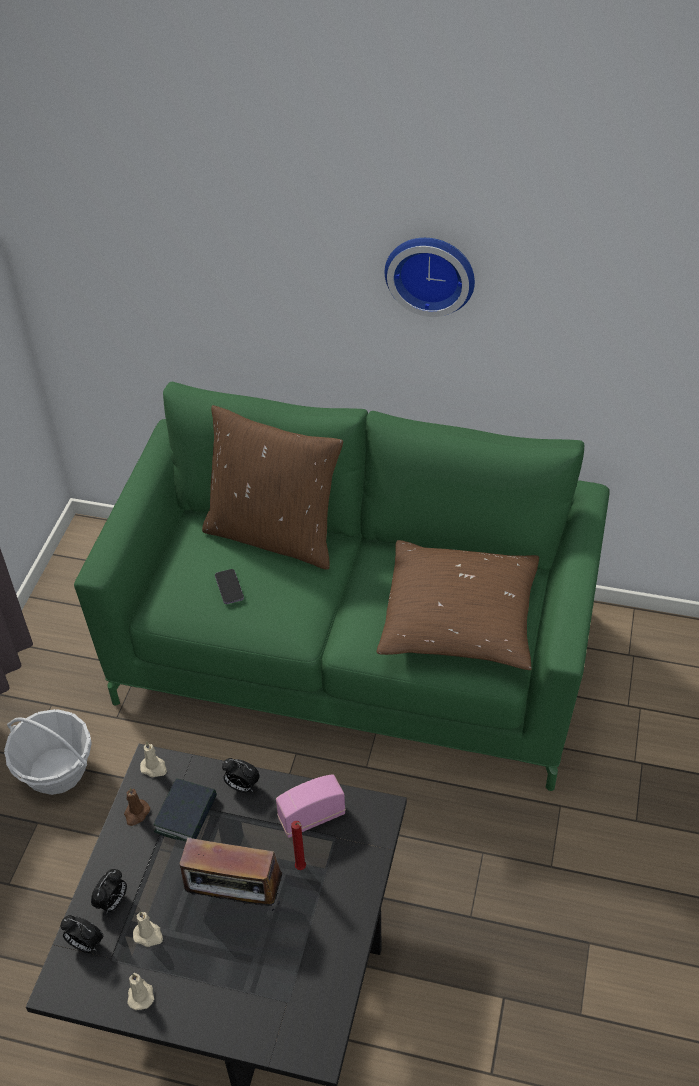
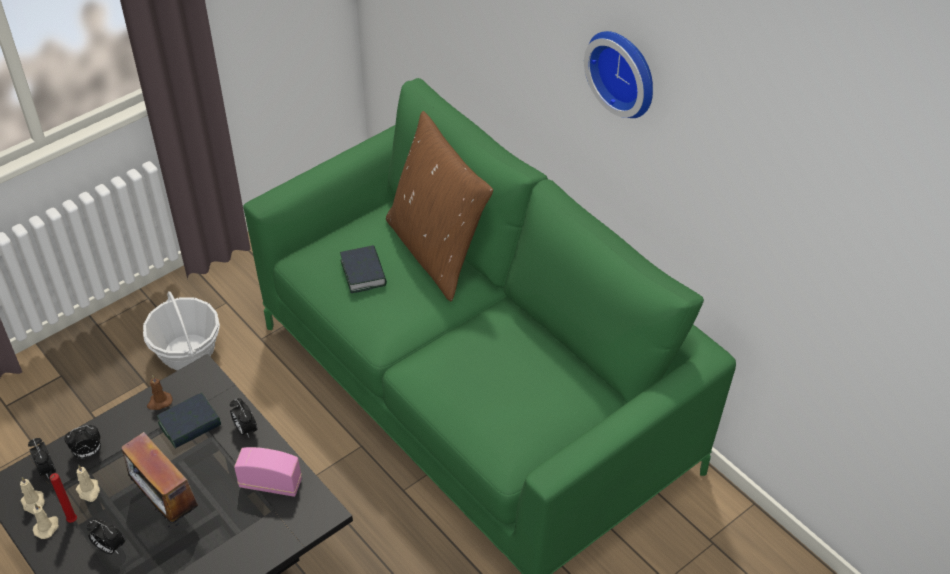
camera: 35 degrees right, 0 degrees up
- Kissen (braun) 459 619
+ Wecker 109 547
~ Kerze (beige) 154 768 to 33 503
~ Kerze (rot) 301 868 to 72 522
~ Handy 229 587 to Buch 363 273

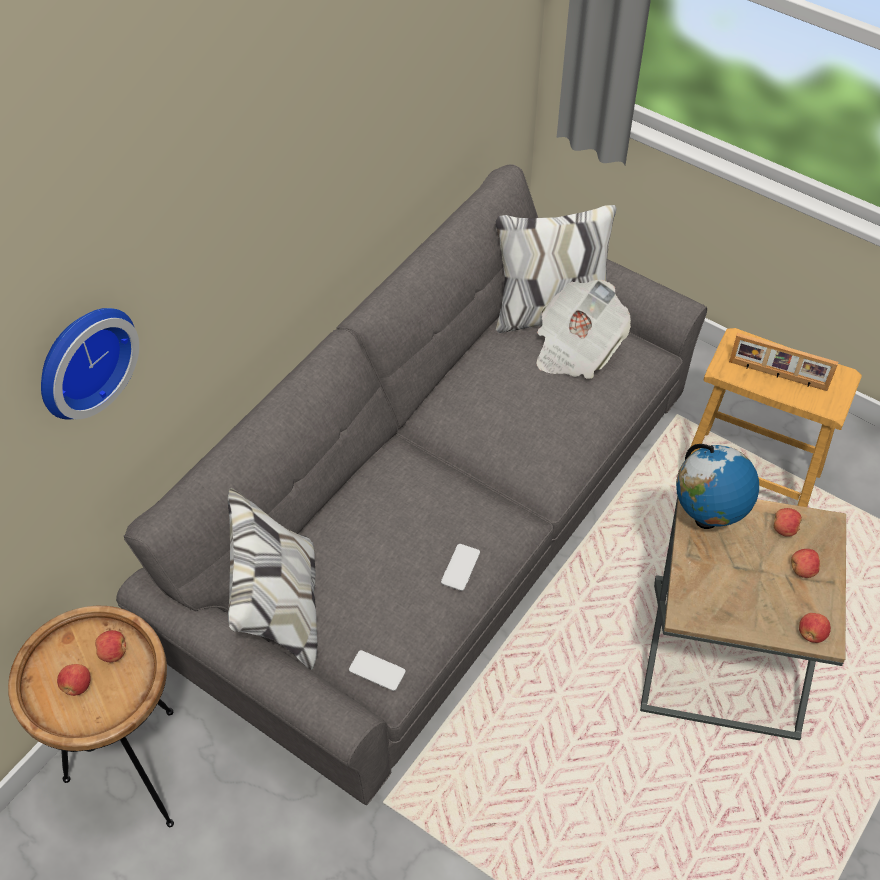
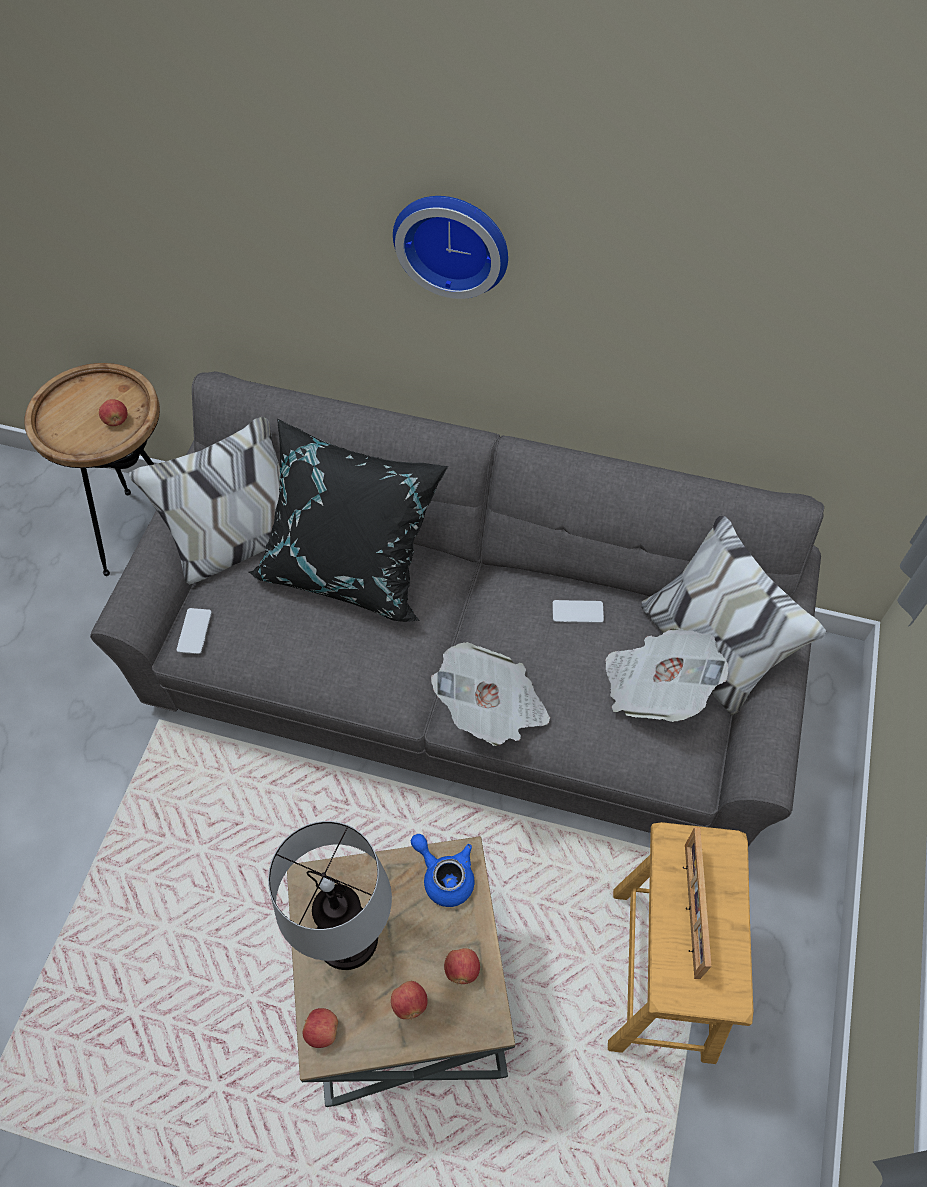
camera: 70 degrees right, 5 degrees up
- Apfel 77 686
+ Kissen (schwarz) 351 565
+ Tischlampe 348 936
+ Zeitung 492 708
~ Wanduhr 81 359 to 453 241
~ Handy 460 567 to 577 612
~ Globus 706 519 to Teekanne (blau) 444 875

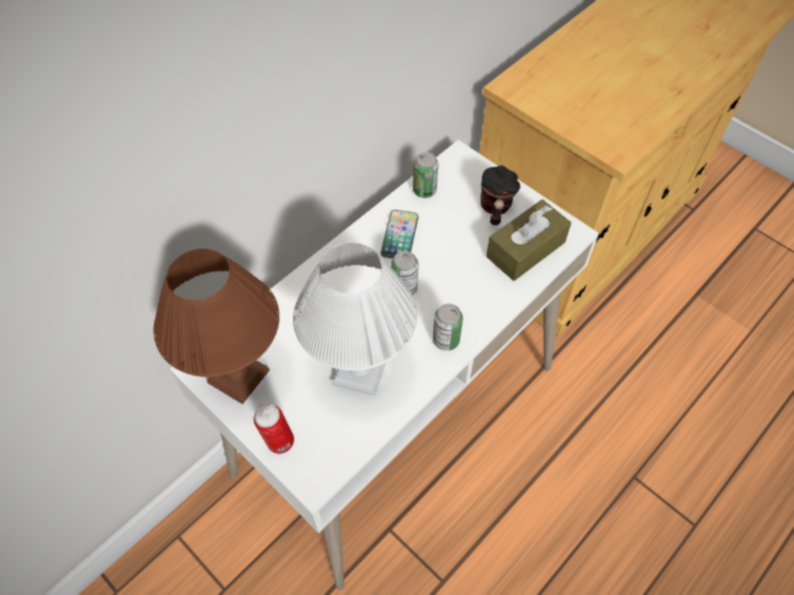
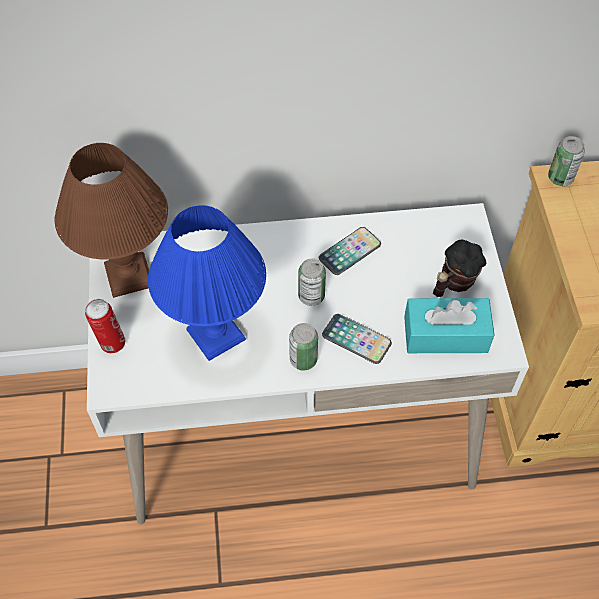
camera: 40 degrees right, 0 degrees up
+ Handy 356 339
~ Dose 424 190 to 560 178
~ Tischlampe (weiß) 361 370 to Tischlampe (blau) 217 335
~ Taschentuchbox (braun) 525 249 to Taschentuchbox (türkis) 445 335

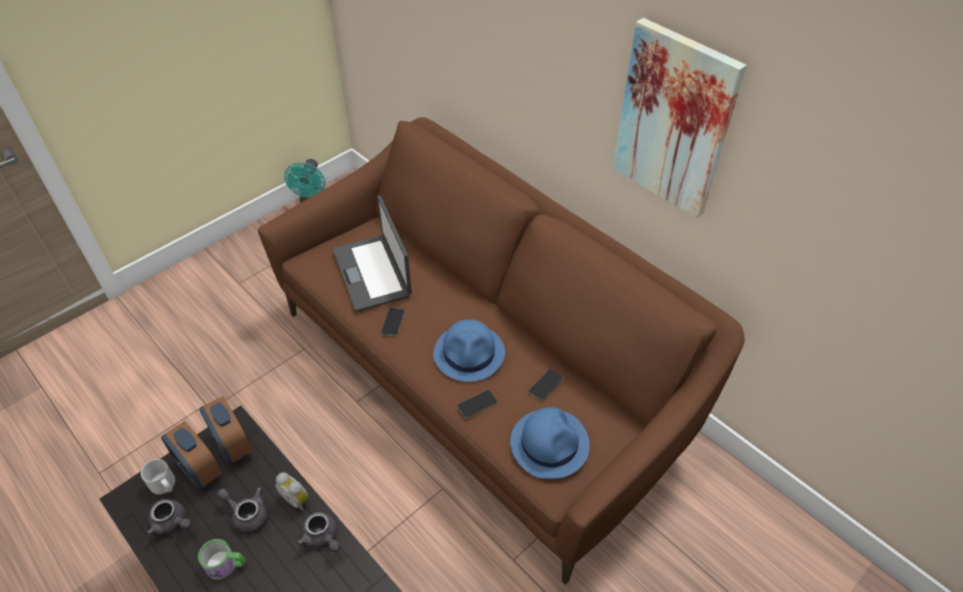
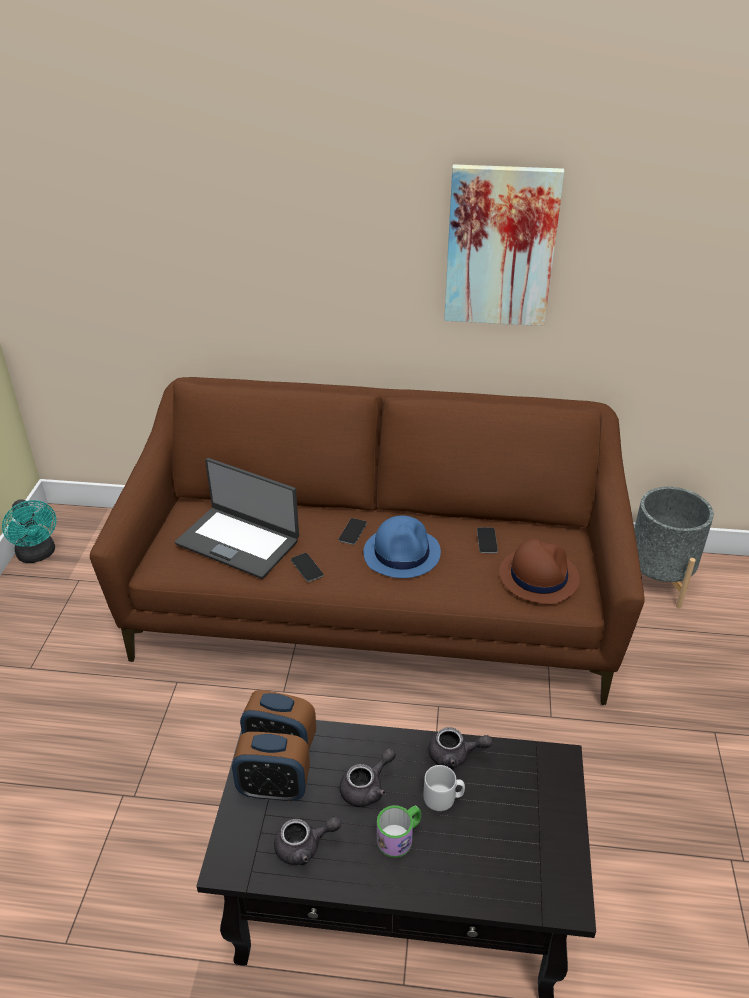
camera: 40 degrees left, 10 degrees down
- Wecker 297 499
+ Pflanzkübel (grau) 657 579
~ Henkelbecher (grau) 164 485 to 443 798
~ Handy 477 404 to 352 531
~ Hut (blau) 549 443 to Hut (braun) 538 576
~ Teekanne (grau) 247 515 = 367 787 150 degrees clockwise

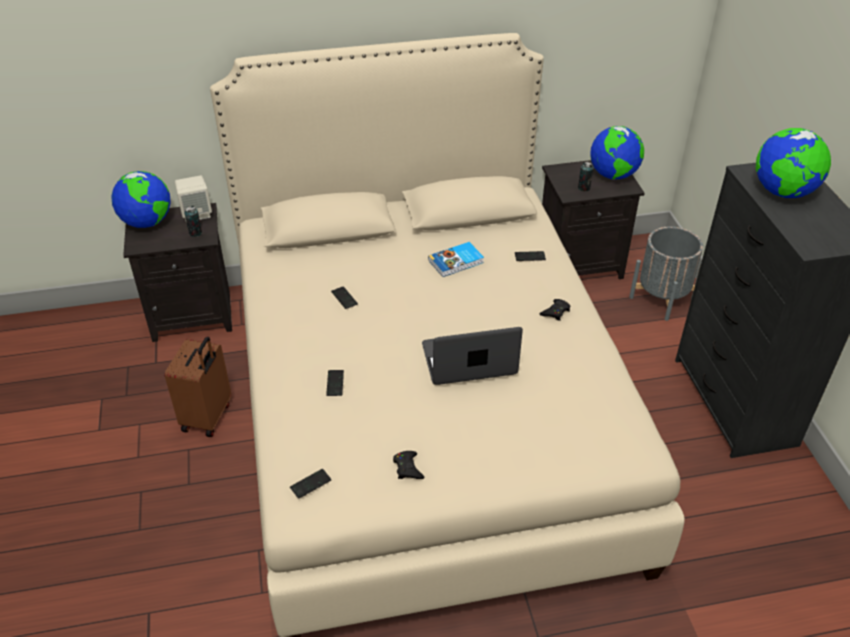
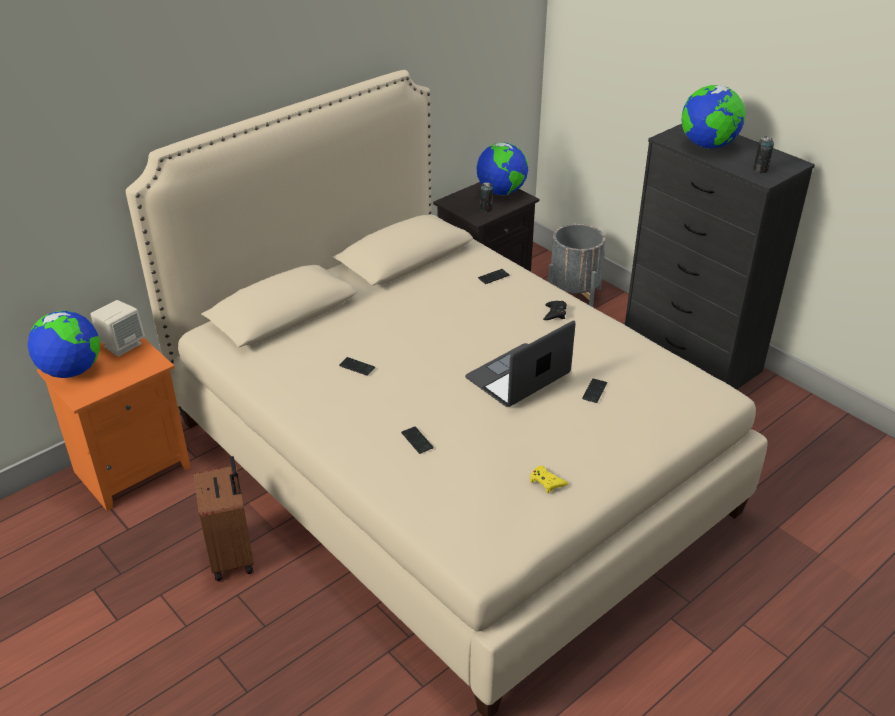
camera: 30 degrees left, 5 degrees down
- Buch 456 262
~ Dose 195 233 to 760 170
~ Handy 310 484 to 594 391
~ Nachttisch (schwarz) 193 315 to Nachttisch (orange) 133 467
~ Gamepad (schwarz) 408 468 to Gamepad (gelb) 547 482

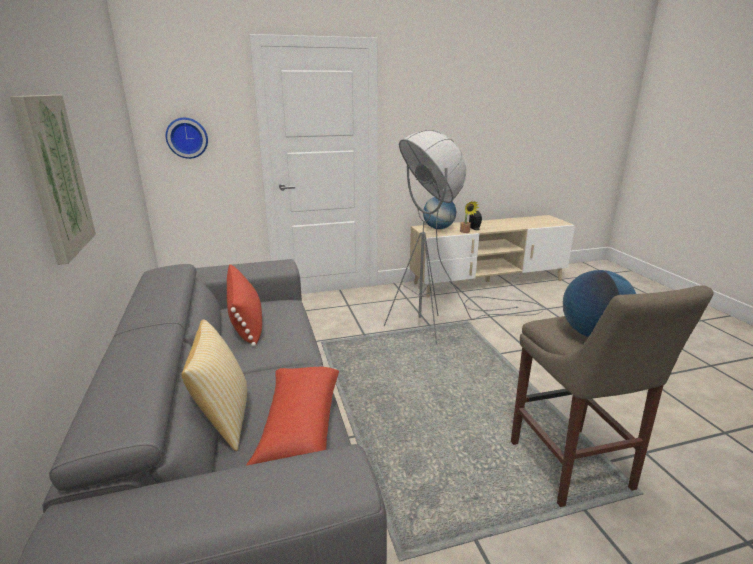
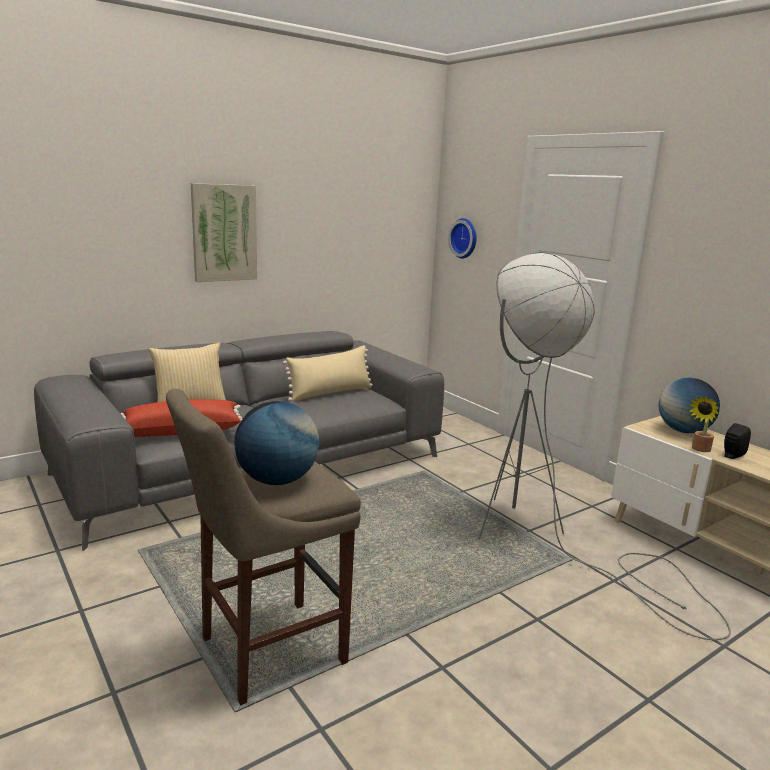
camera: 70 degrees right, 5 degrees down
~ Kissen (rot) 246 322 to Kissen (beige) 330 393

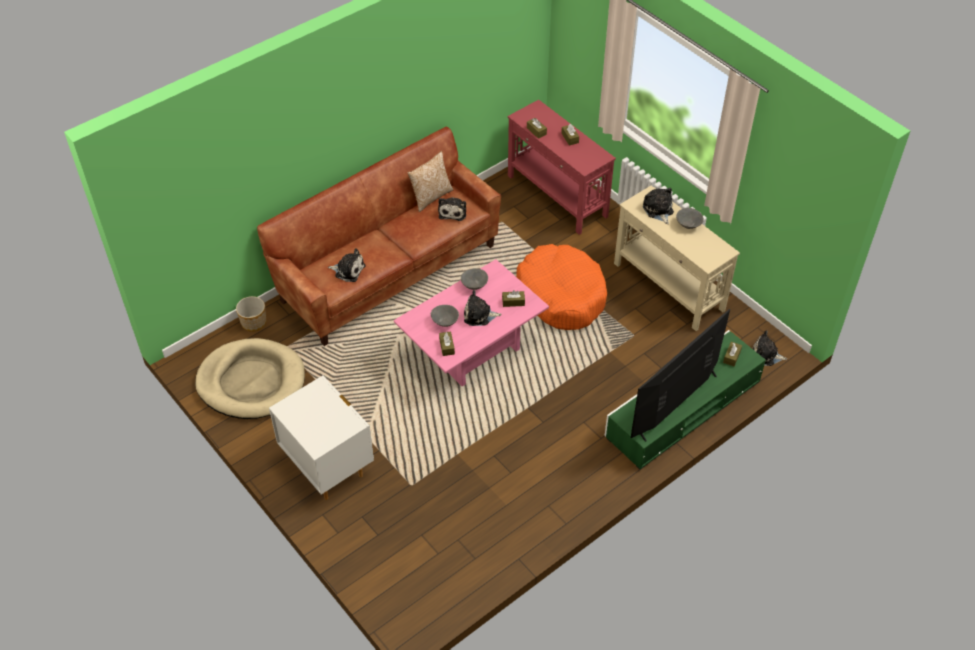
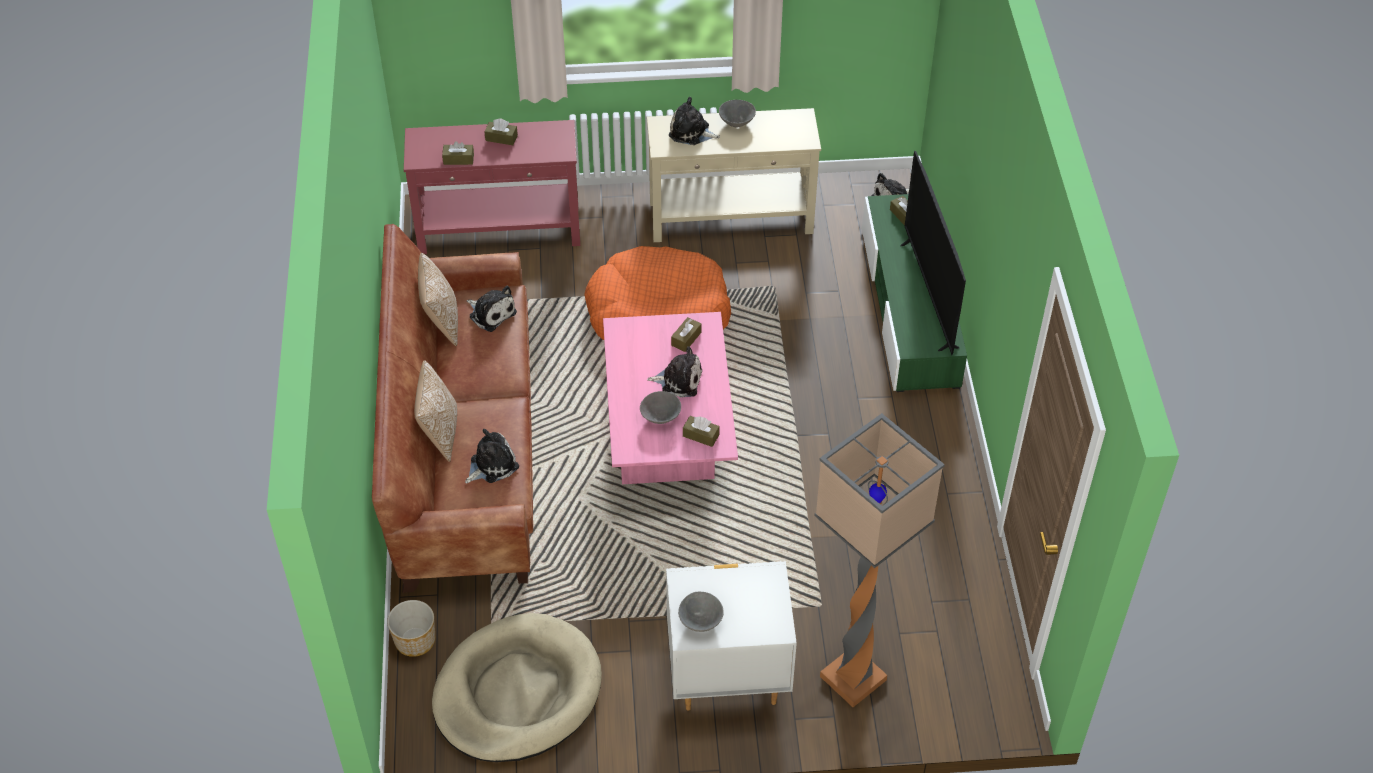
camera: 55 degrees left, 0 degrees up
+ Kissen 439 433
+ Stehlampe 851 678
~ Schüssel (grau) 474 285 to 700 621
~ Plüschtier 479 315 = 679 380 120 degrees counterclockwise

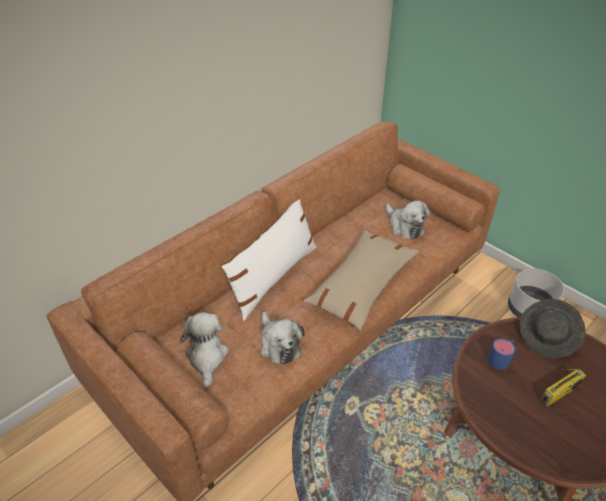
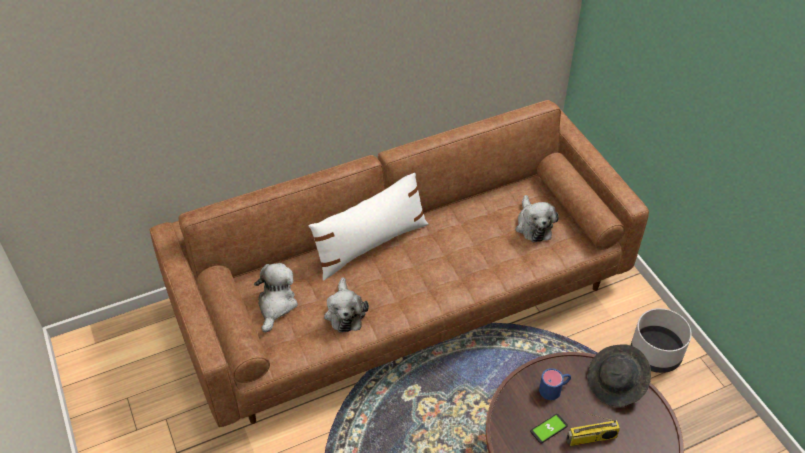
camera: 20 degrees right, 5 degrees up
- Kissen (beige) 362 285
+ Handy 549 429

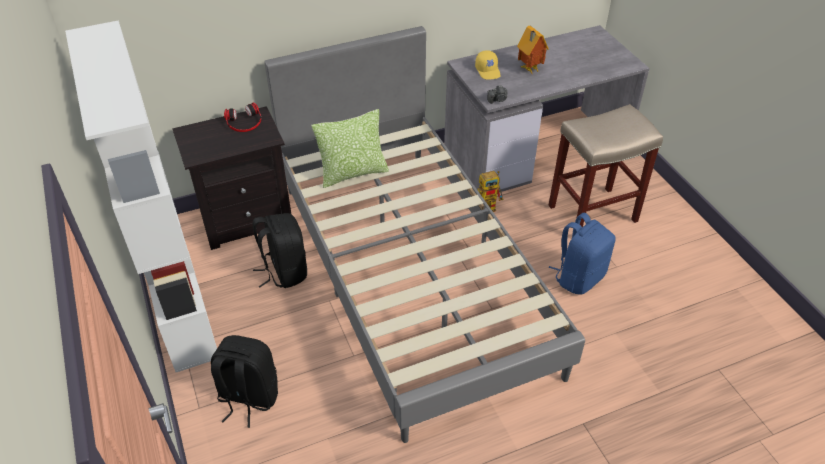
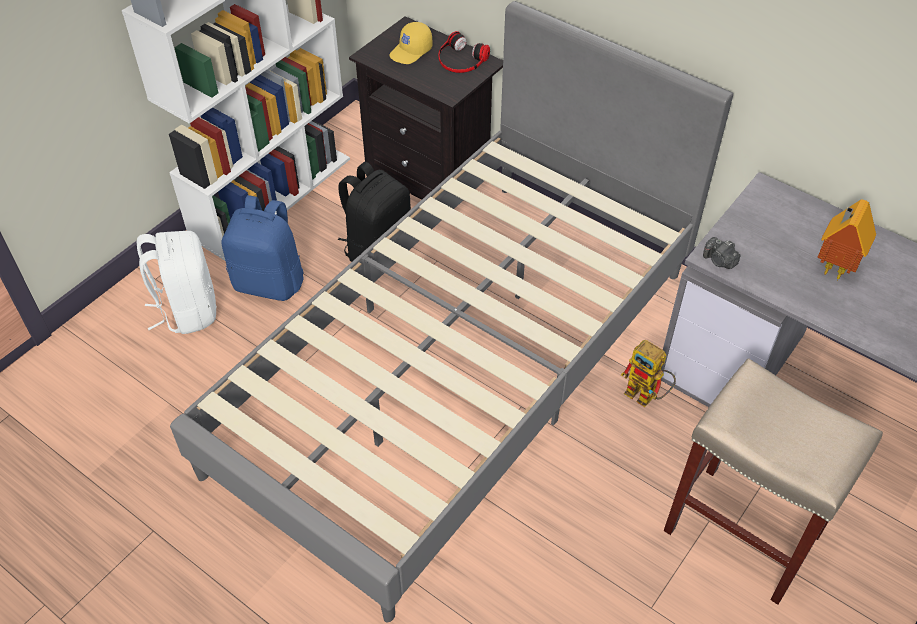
camera: 60 degrees right, 5 degrees up
- Kissen 353 173
~ Kappe (gelb) 488 71 to 411 51
~ Rucksack (blau) 579 277 to 270 282
~ Rucksack (schwarz) 248 397 to Rucksack (weiß) 187 310

